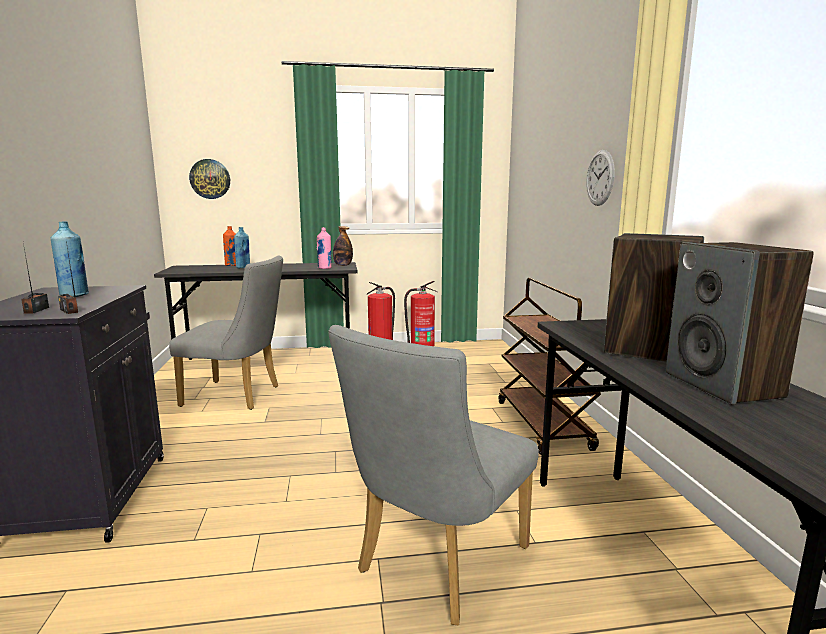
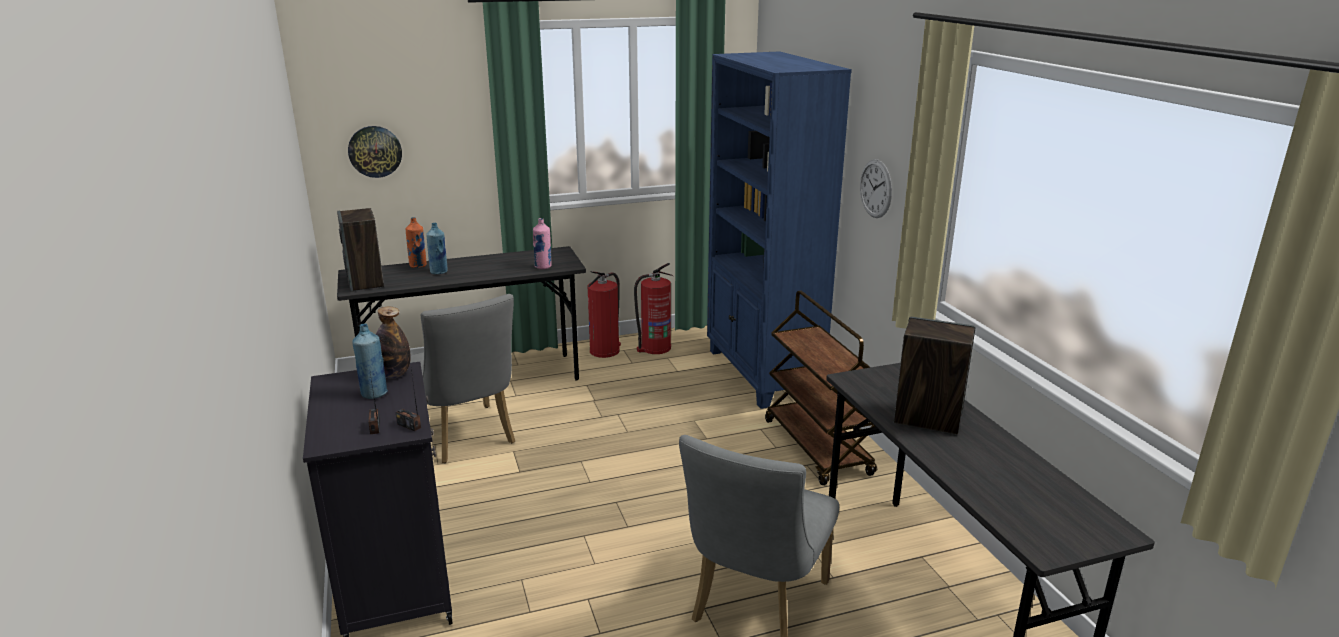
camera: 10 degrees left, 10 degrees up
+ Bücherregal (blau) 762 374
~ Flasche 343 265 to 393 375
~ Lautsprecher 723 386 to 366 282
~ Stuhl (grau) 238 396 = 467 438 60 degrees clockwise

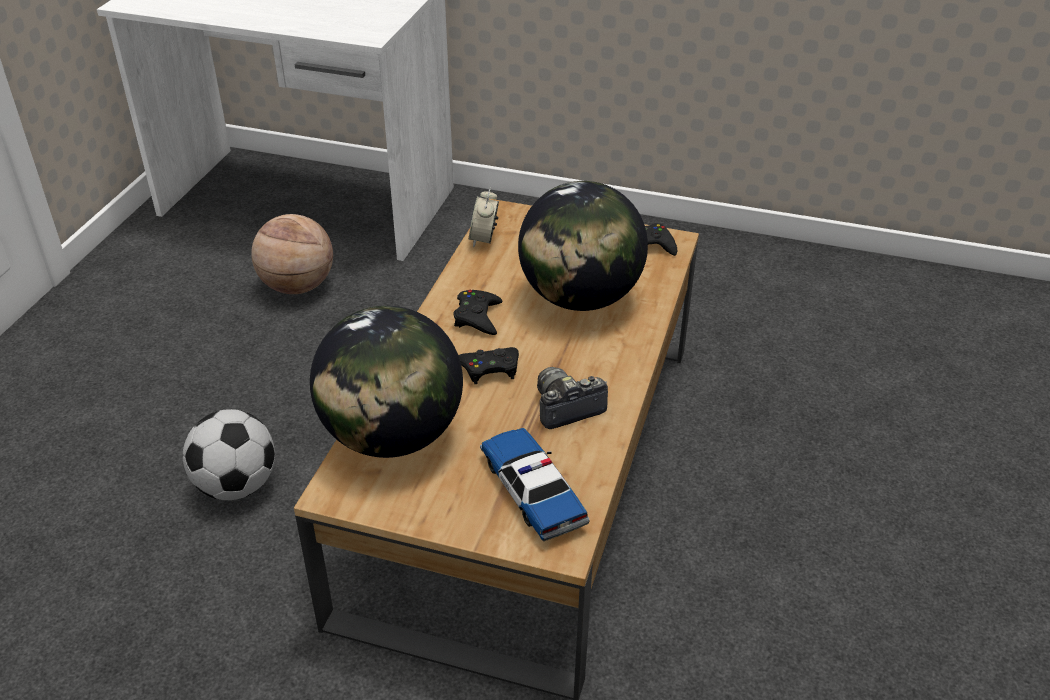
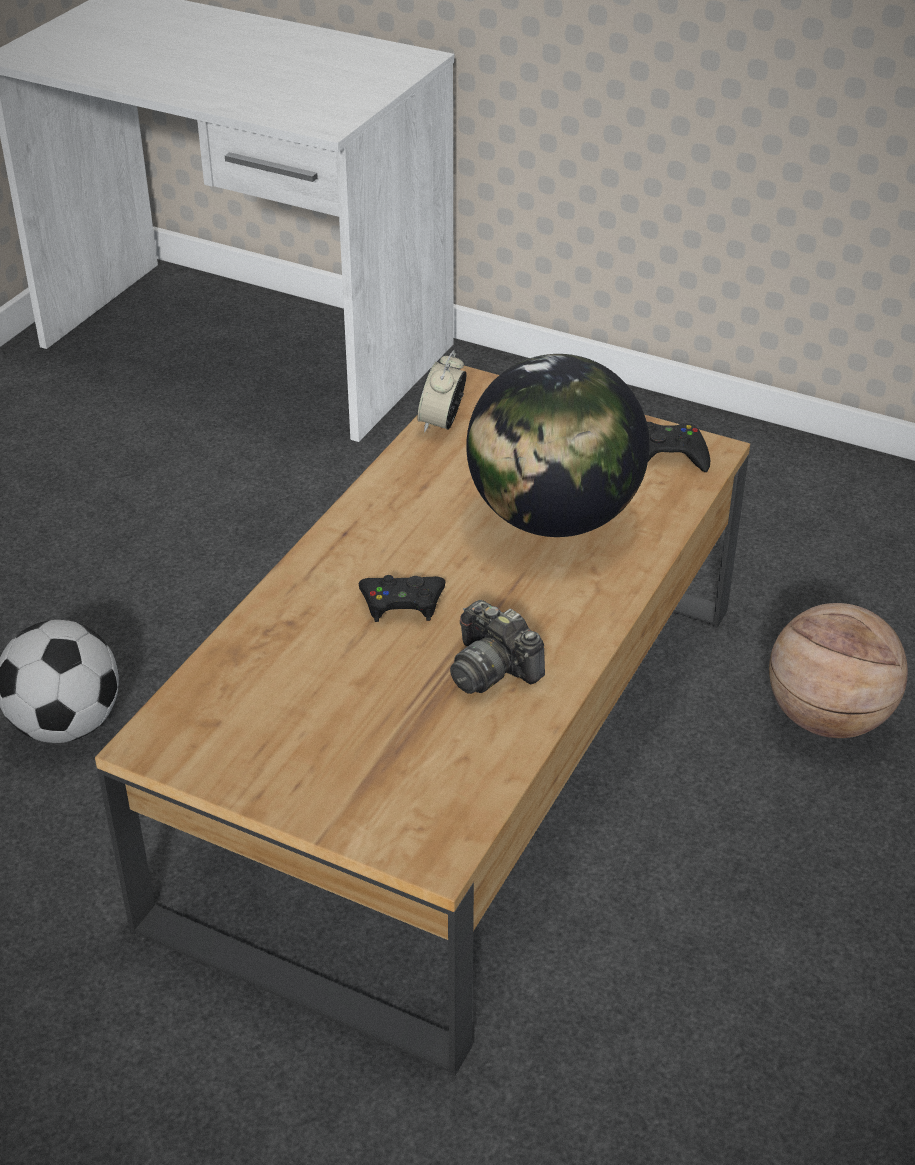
camera: 10 degrees right, 0 degrees up
- Globus 392 436
- Gamepad (schwarz) 477 317
- Spielzeugauto 532 492
~ Basketball 298 286 to 828 719
~ Kamera 566 408 = 492 669 120 degrees counterclockwise

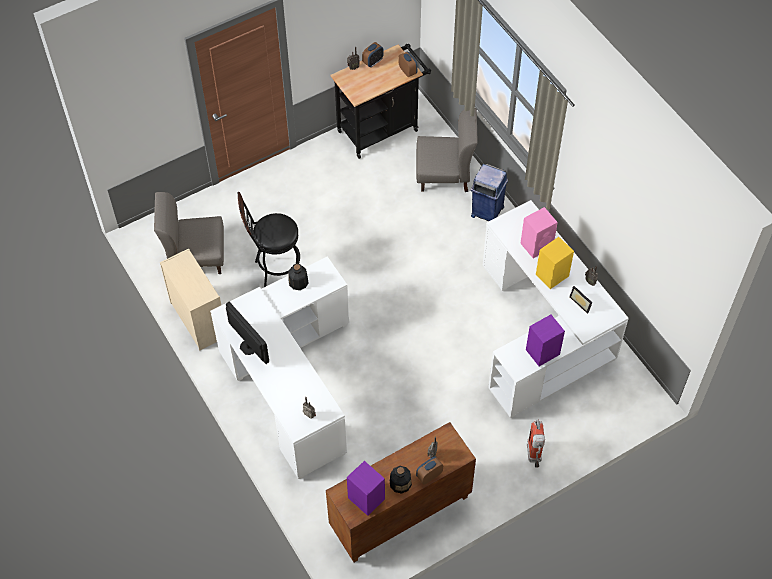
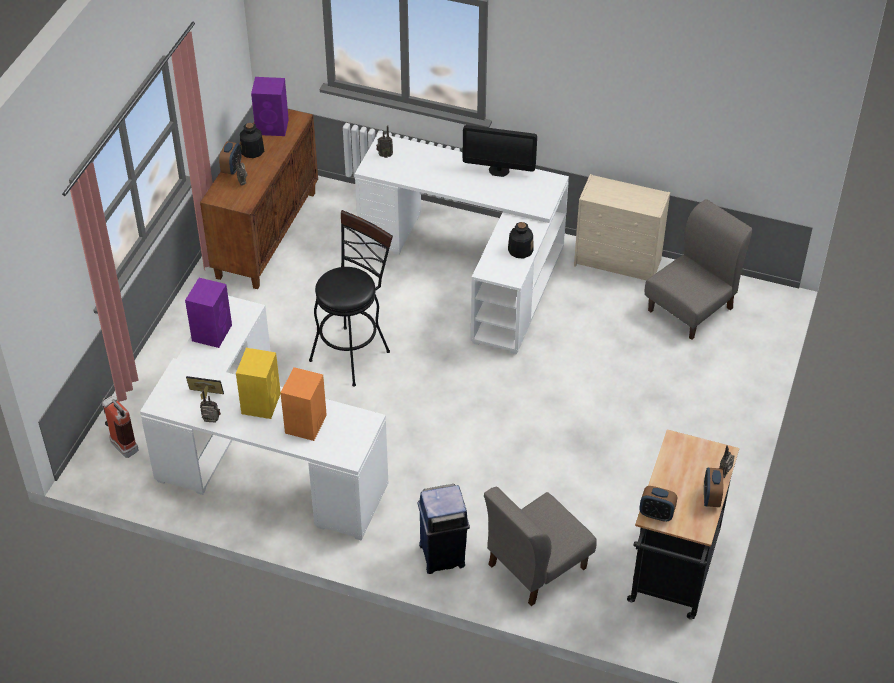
camera: 140 degrees right, 10 degrees down
~ Hocker (schwarz) 275 275 to 353 352
~ Feuerlöscher 534 457 to 121 443
~ Lautsprecher (rosa) 537 245 to Lautsprecher (orange) 305 425

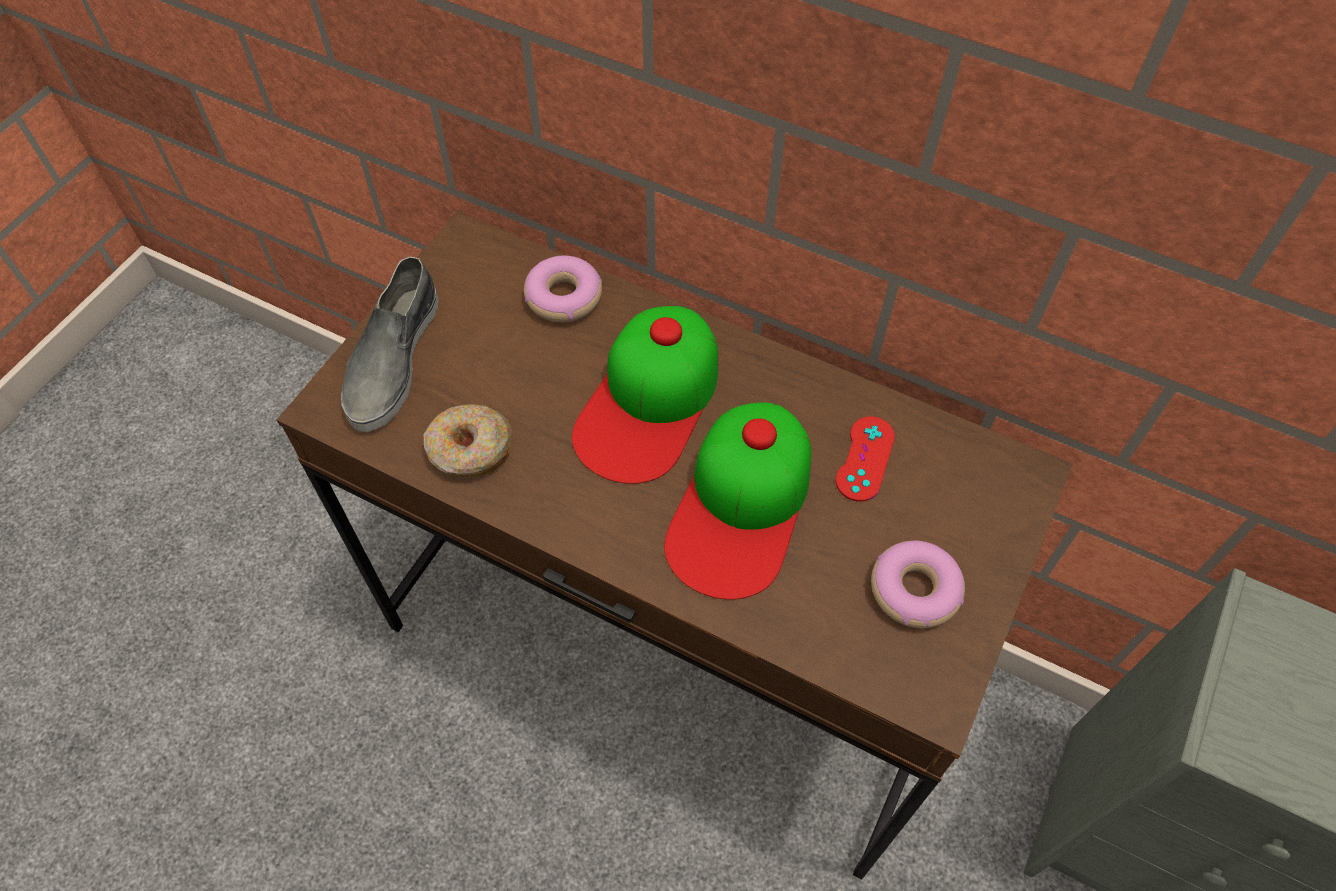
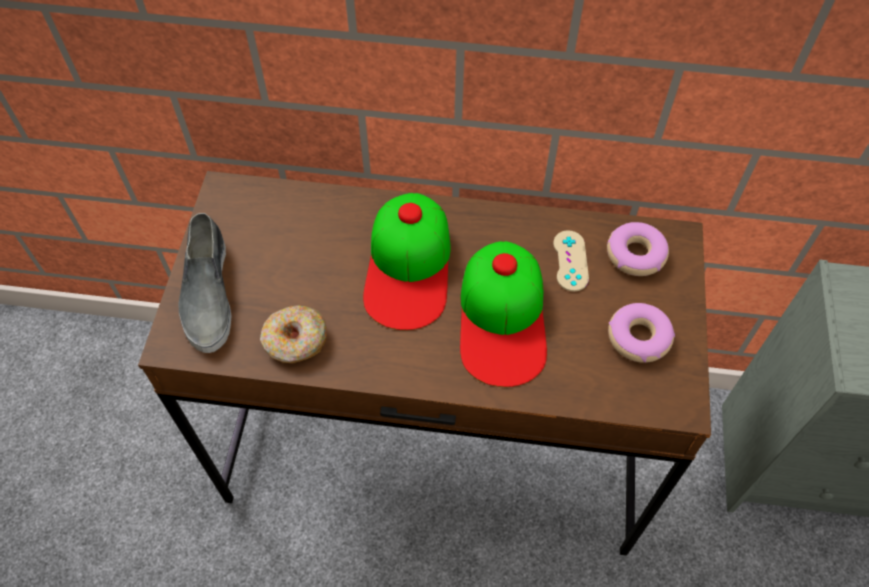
camera: 20 degrees left, 0 degrees up
~ Donut 563 297 to 635 254
~ Gamepad (rot) 865 459 to Gamepad (beige) 570 261

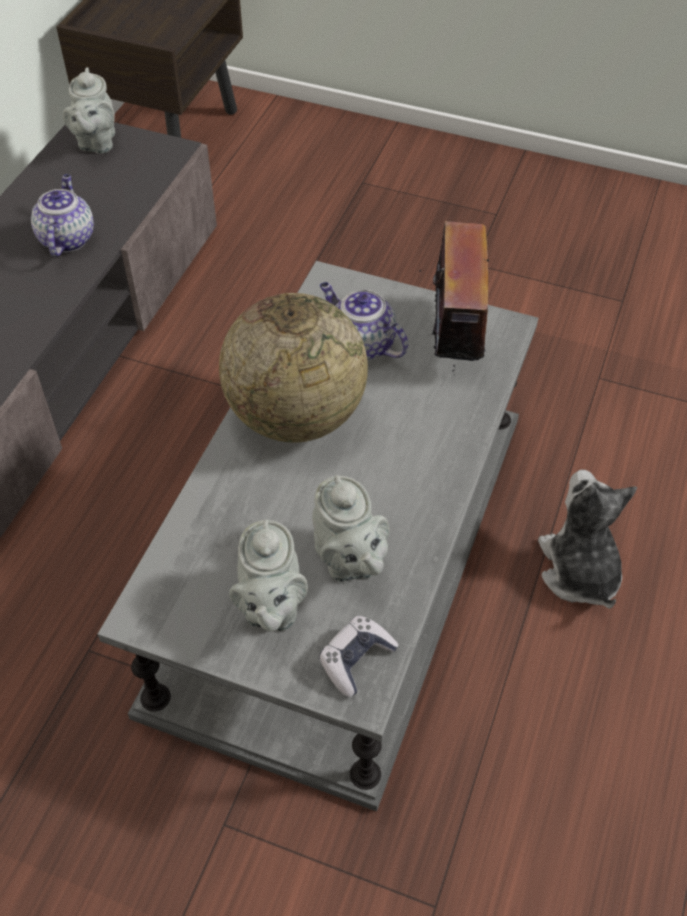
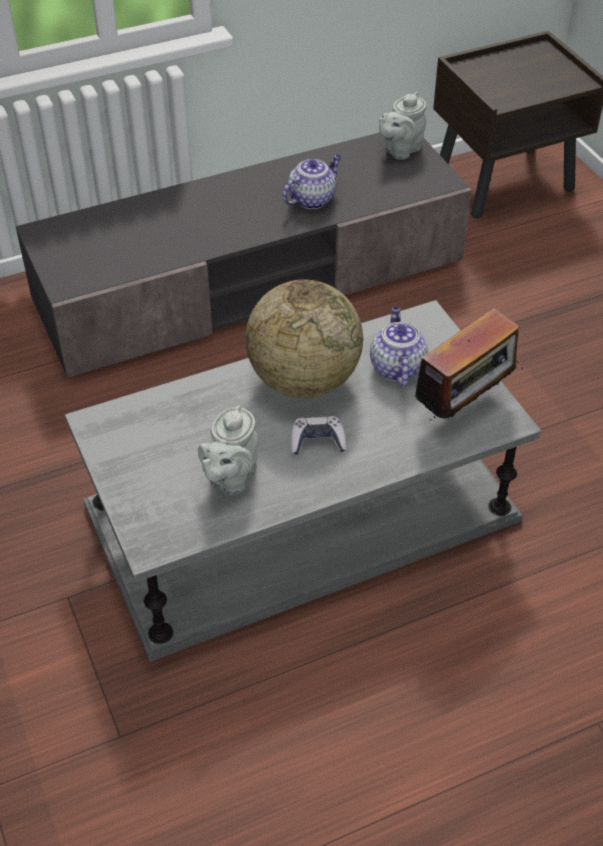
camera: 45 degrees right, 5 degrees down
- Teekanne (grau) 270 608
- Plüschtier 579 570
~ Gamepad 356 659 to 317 442

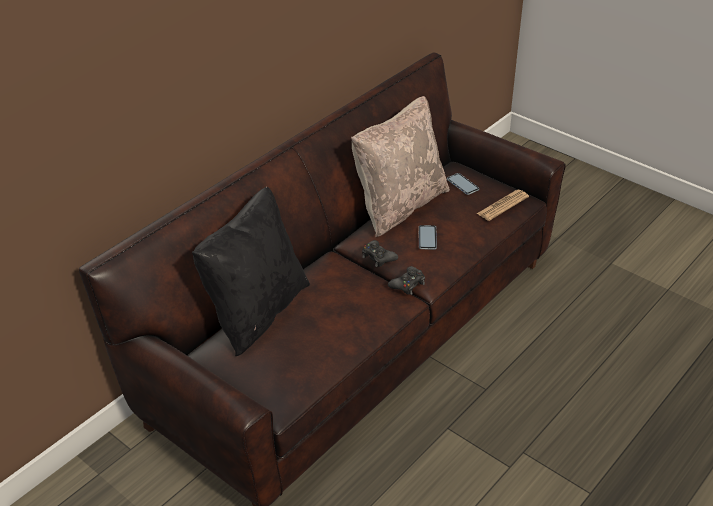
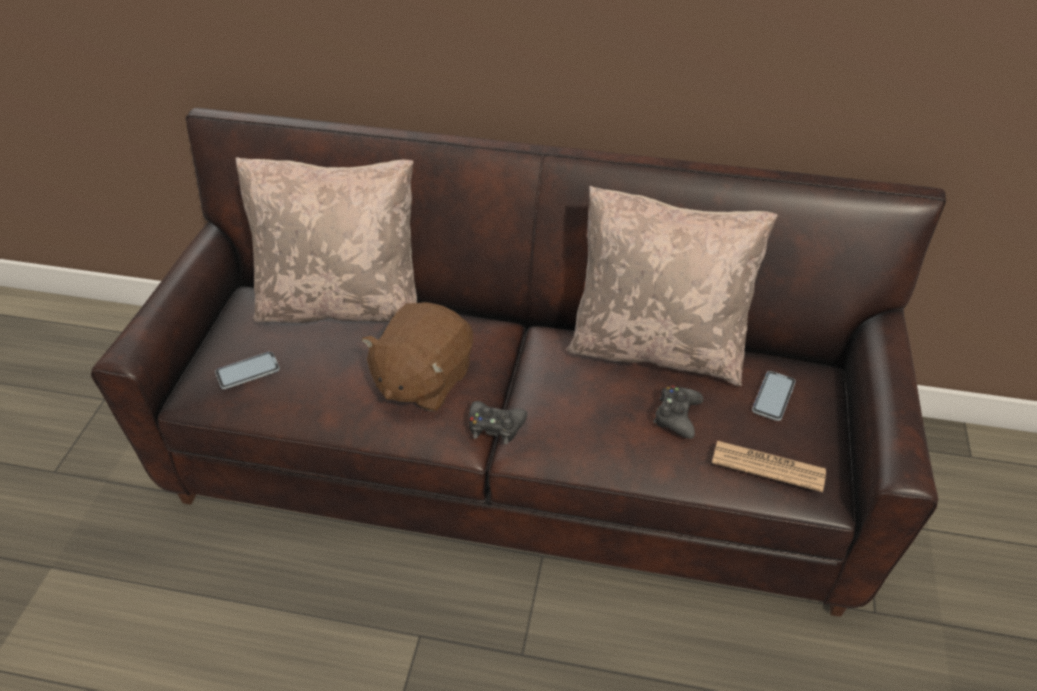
camera: 60 degrees right, 5 degrees up
+ Plüschtier (braun) 422 380
~ Gamepad (schwarz) 378 257 to 677 416
~ Handy 427 238 to 248 371
~ Kissen (schwarz) 256 311 to Kissen (beige) 342 304

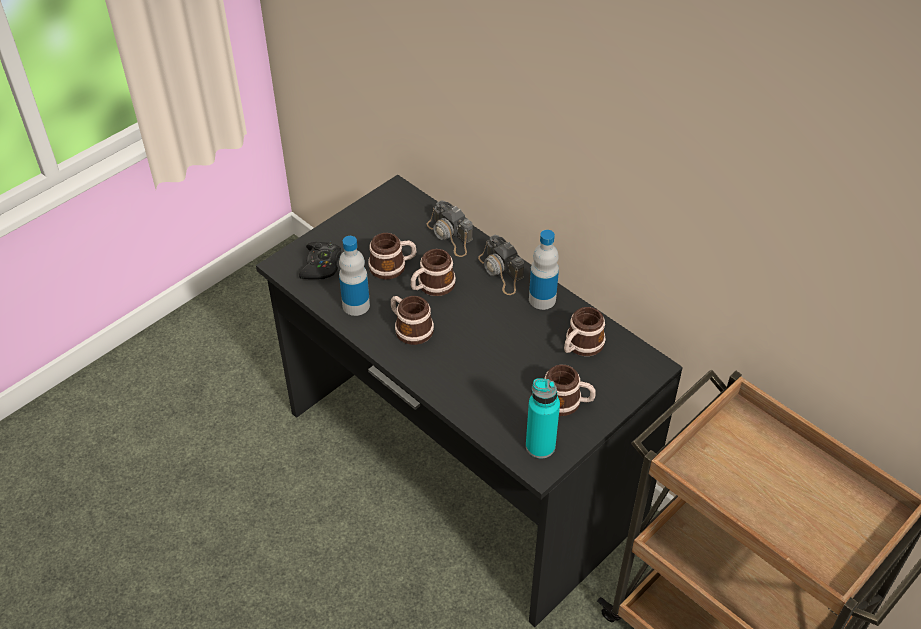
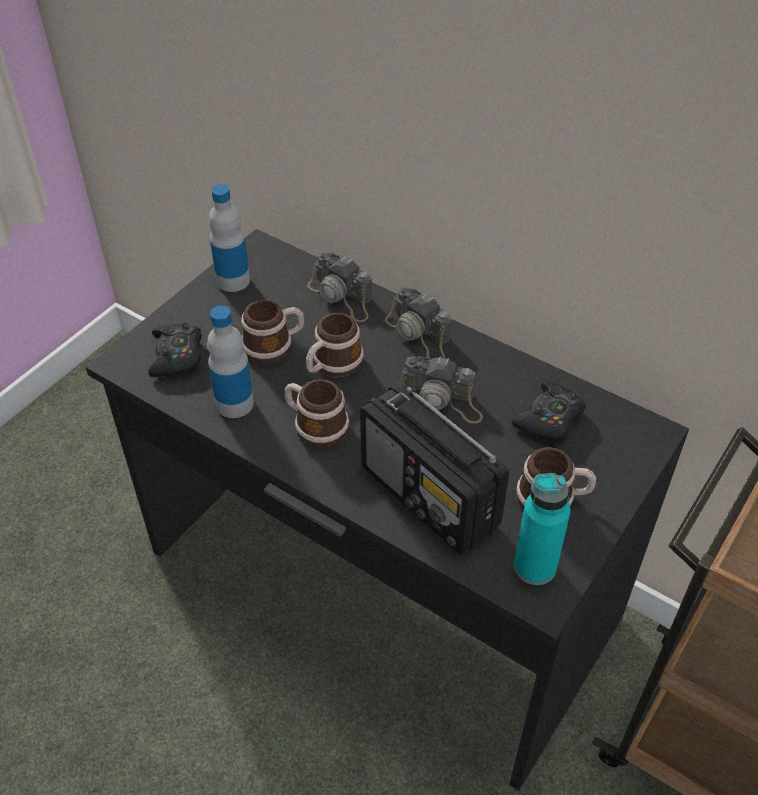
camera: 10 degrees left, 0 degrees up
+ Radio 430 497
+ Kamera 441 399
~ Flasche 542 299 to 233 280
~ Henkelbecher 580 346 to Gamepad (schwarz) 549 419

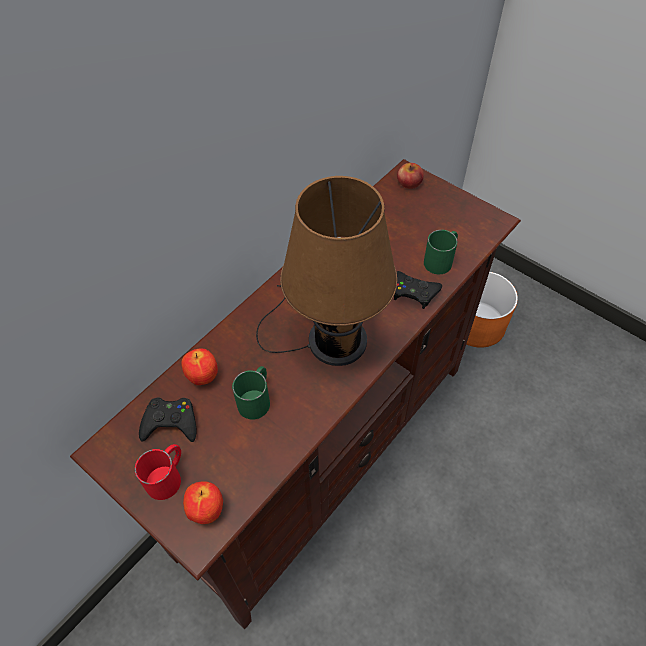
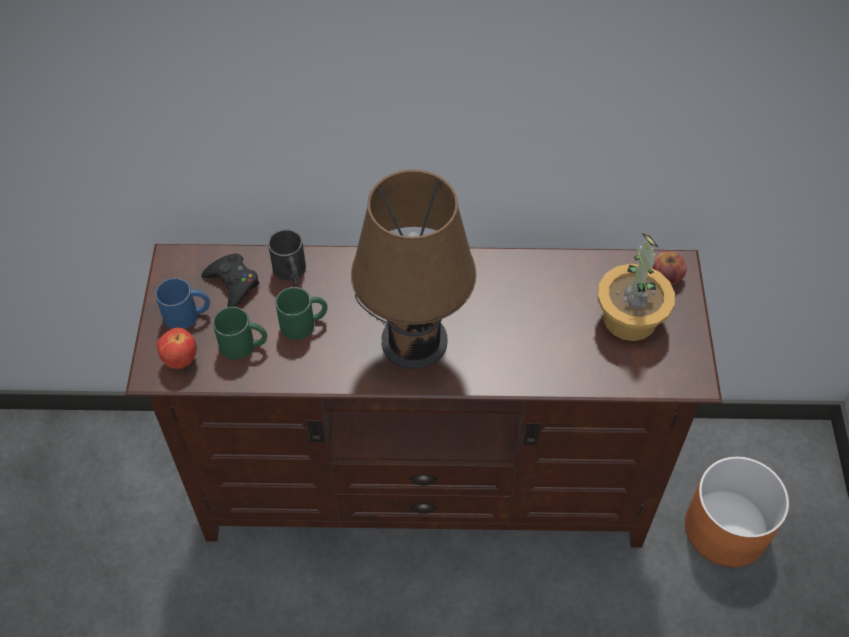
camera: 50 degrees right, 0 degrees up
- Gamepad (schwarz) 413 292
+ Topfpflanze 628 319
~ Henkelbecher (grün) 441 259 to 244 345
~ Apfel 202 377 to Henkelbecher (schwarz) 291 273
~ Henkelbecher (rot) 168 476 to Henkelbecher (blau) 188 315

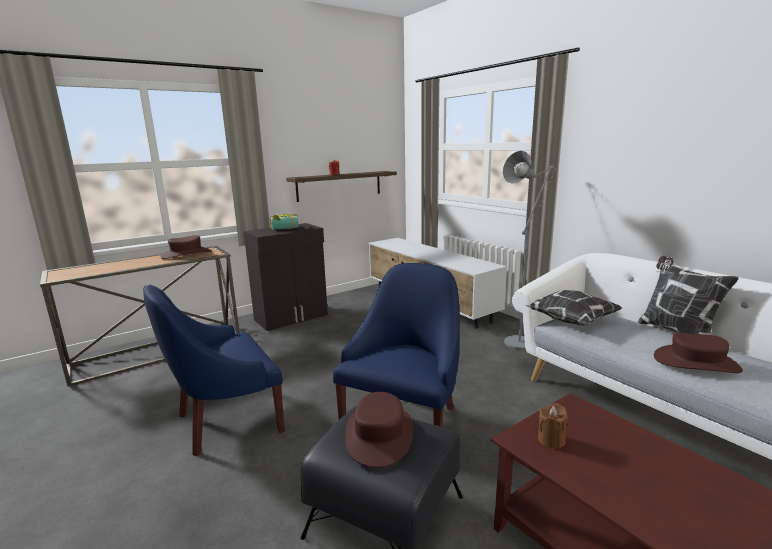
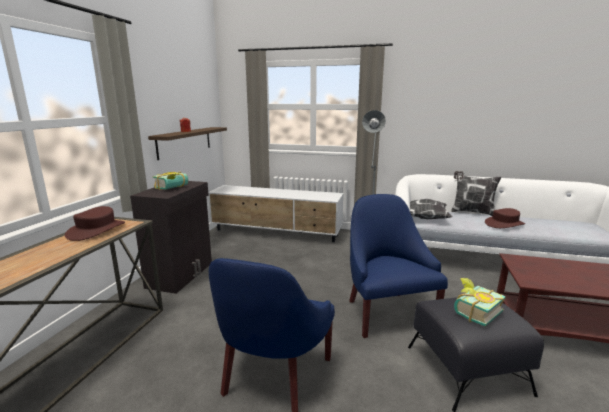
camera: 40 degrees left, 0 degrees up
- Kerze (braun) 551 440
~ Hut (braun) 379 435 to Buch 473 311

